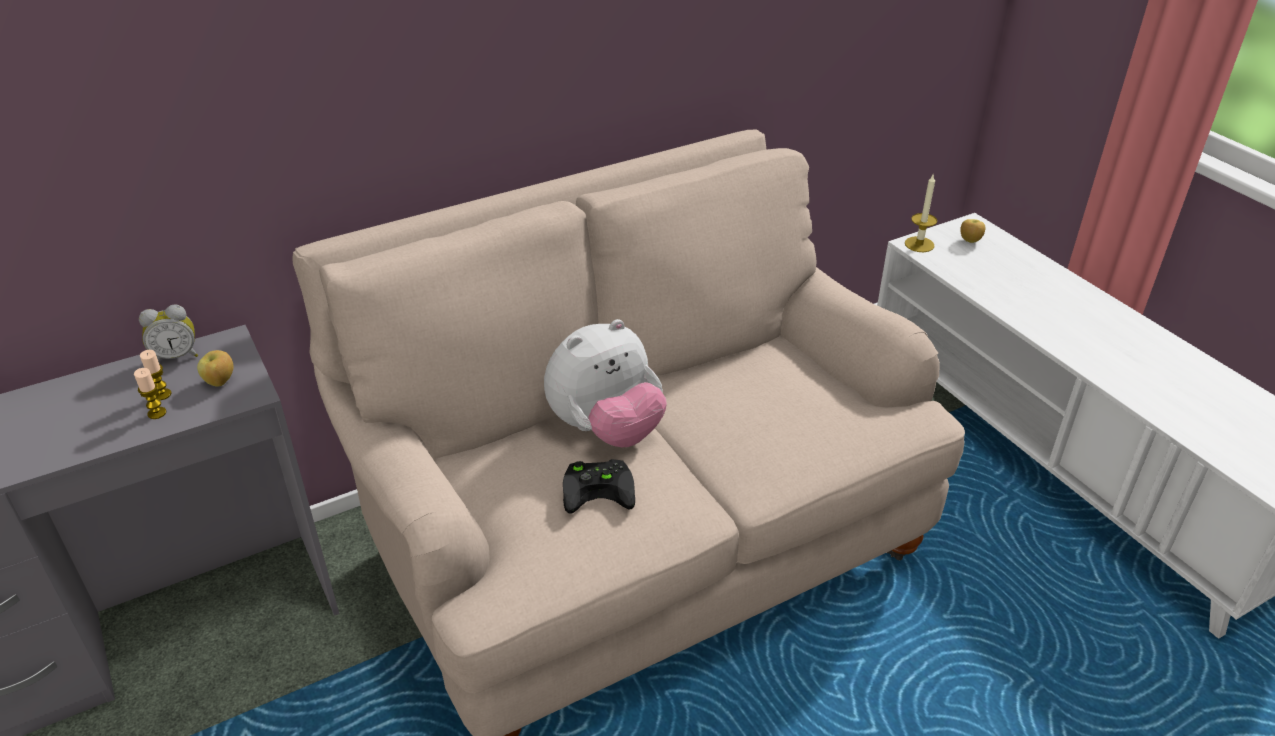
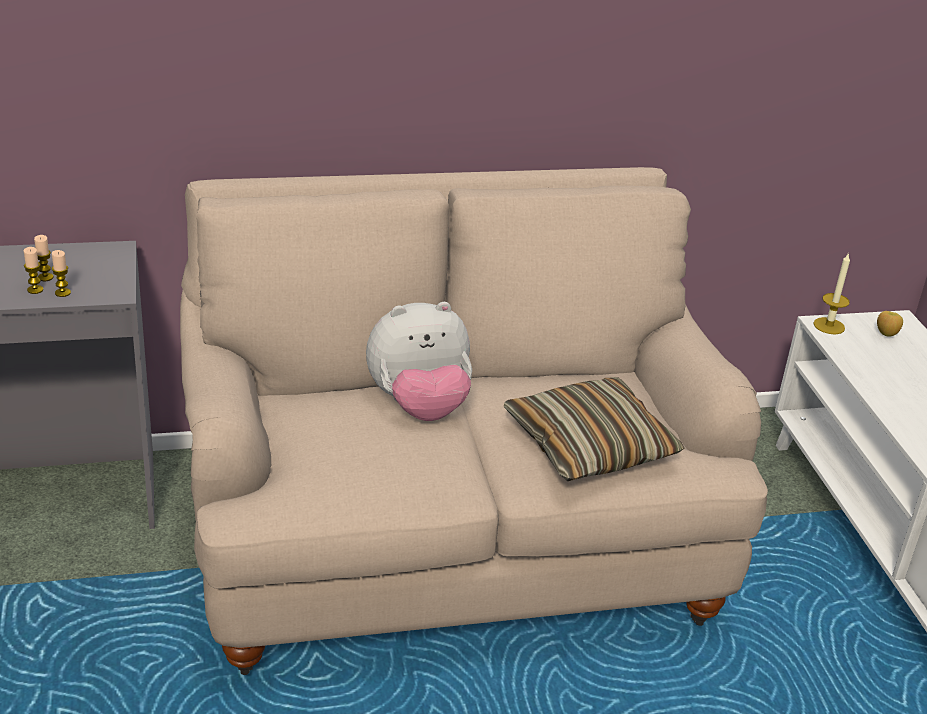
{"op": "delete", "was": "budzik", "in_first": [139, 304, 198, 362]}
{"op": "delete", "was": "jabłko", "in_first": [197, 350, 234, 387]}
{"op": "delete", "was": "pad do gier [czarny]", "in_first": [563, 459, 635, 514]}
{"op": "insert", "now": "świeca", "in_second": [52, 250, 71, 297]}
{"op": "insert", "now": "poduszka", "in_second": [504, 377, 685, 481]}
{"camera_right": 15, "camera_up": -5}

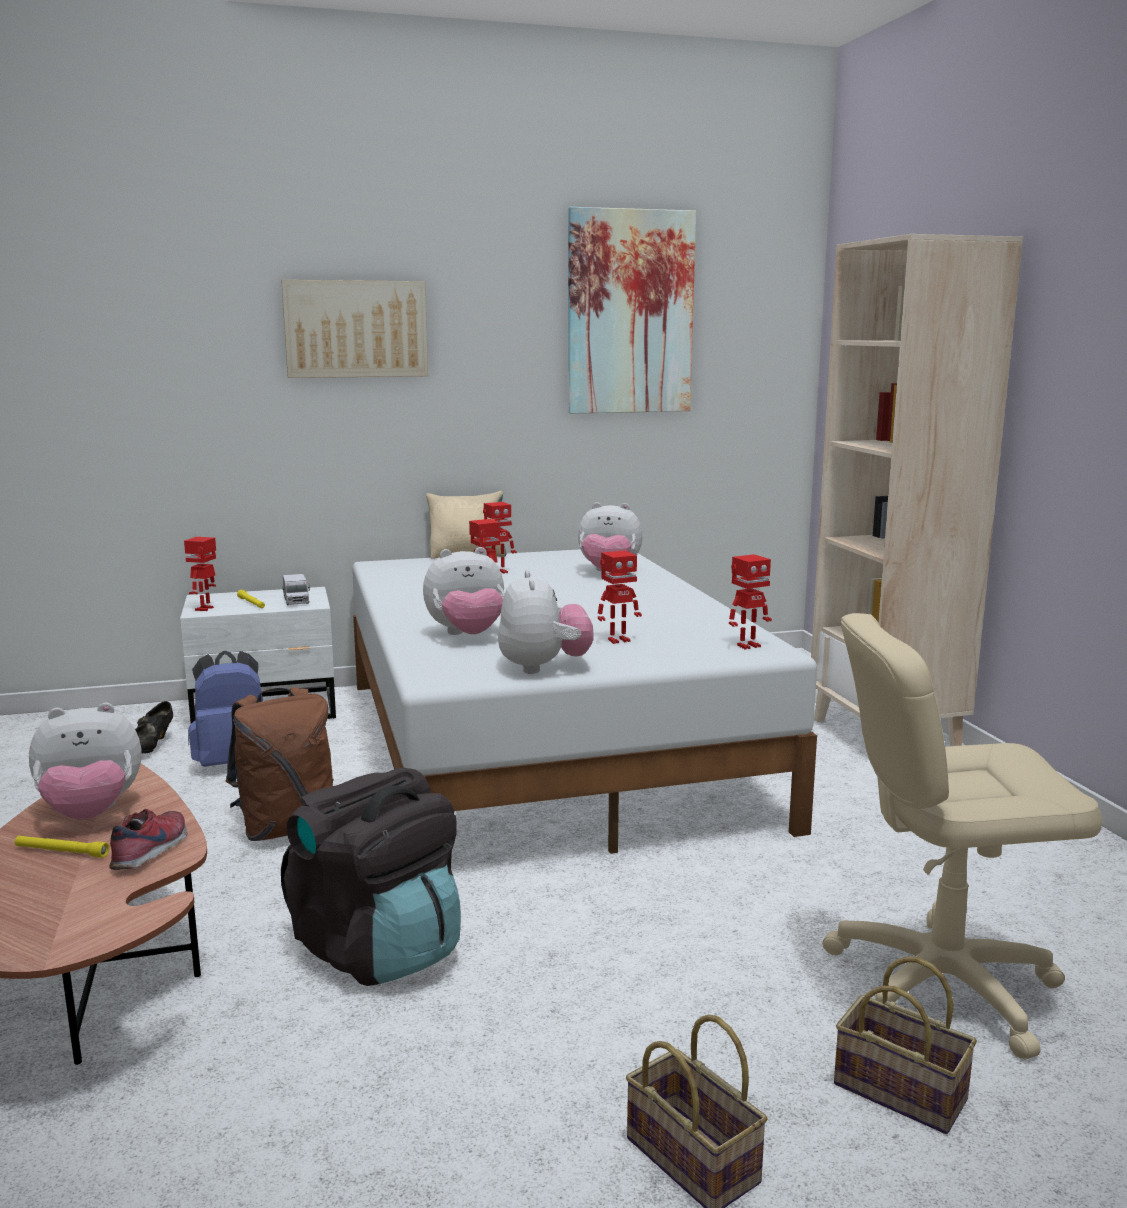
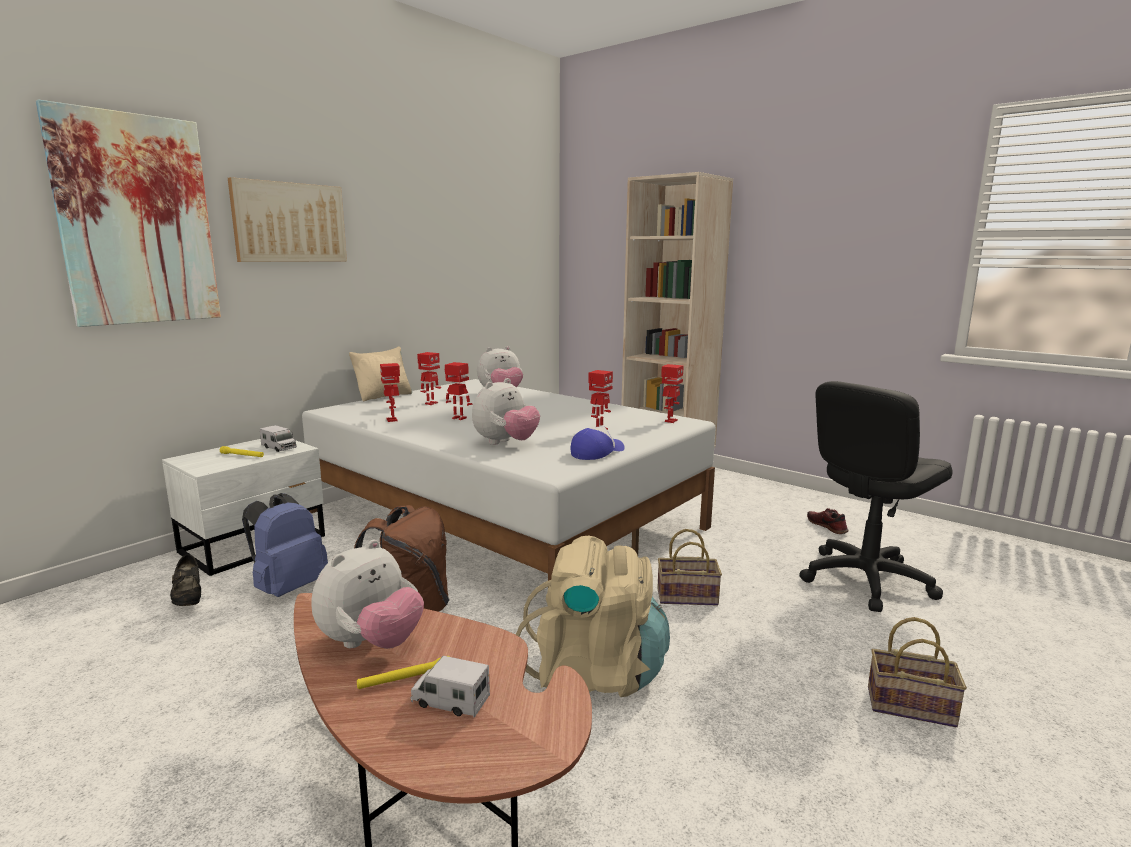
{"op": "insert", "now": "ciężarówka zabawkowa", "in_second": [411, 656, 490, 717]}
{"op": "move", "was": "but", "in_first": [109, 809, 187, 870], "in_second": [807, 508, 849, 534]}
{"op": "move", "was": "robot zabawkowy", "in_first": [184, 537, 216, 611], "in_second": [380, 363, 400, 422]}
{"op": "move", "was": "obraz", "in_first": [568, 207, 696, 414], "in_second": [36, 100, 221, 327]}
{"op": "move", "was": "koszyk", "in_first": [834, 957, 977, 1134], "in_second": [657, 529, 722, 605]}
{"op": "replace", "was": "pluszak", "now": "czapka z daszkiem", "in_first": [498, 570, 594, 674], "in_second": [571, 426, 625, 460]}
{"op": "recolor", "was": "plecak [czarny]", "now": "plecak [beżowy]", "in_first": [281, 768, 461, 986], "in_second": [516, 536, 670, 697]}
{"op": "recolor", "was": "krzesło biurowe [beżowy]", "now": "krzesło biurowe [czarny]", "in_first": [822, 613, 1102, 1059], "in_second": [799, 381, 953, 612]}
{"camera_right": -35, "camera_up": 0}

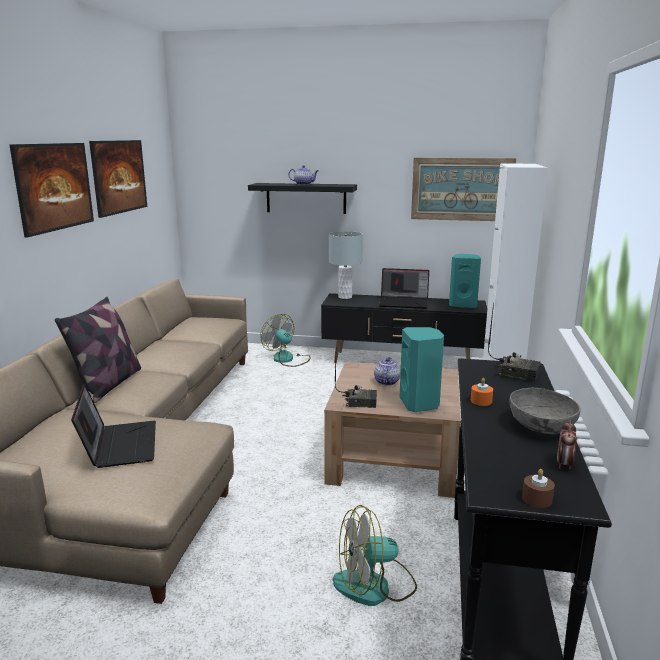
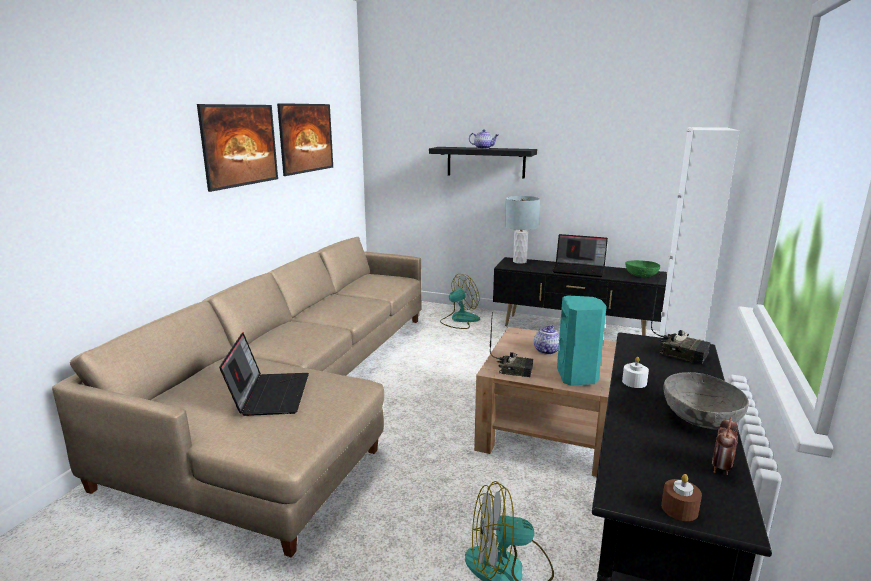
{"op": "delete", "was": "poduszka", "in_first": [55, 296, 141, 403]}
{"op": "delete", "was": "obraz", "in_first": [411, 158, 516, 221]}
{"op": "replace", "was": "głośnik [turkusowy]", "now": "miska [zielony]", "in_first": [449, 254, 481, 308], "in_second": [625, 260, 660, 277]}
{"op": "recolor", "was": "świeca [pomarańczowy]", "now": "świeca [biały]", "in_first": [471, 378, 493, 406], "in_second": [622, 357, 649, 388]}
{"op": "rotate", "was": "wentylator", "in_first": [260, 314, 311, 367], "in_second": [440, 274, 480, 329], "clockwise": 90}
{"camera_right": 10, "camera_up": 0}

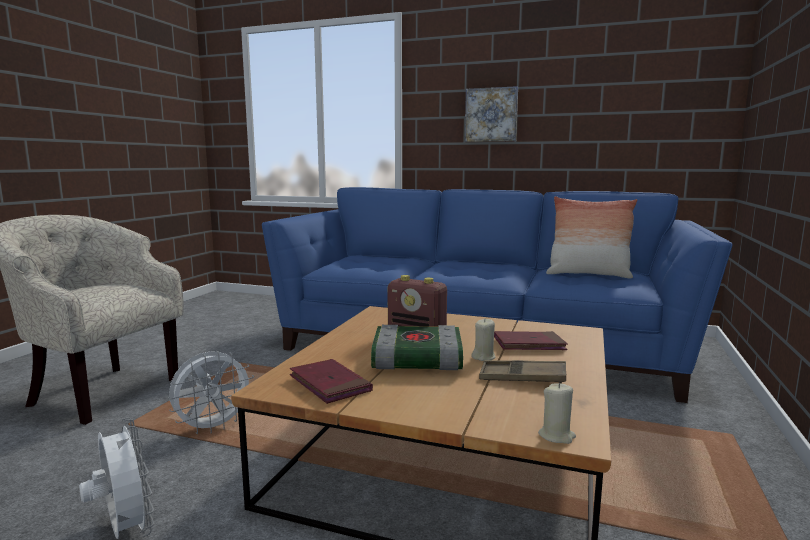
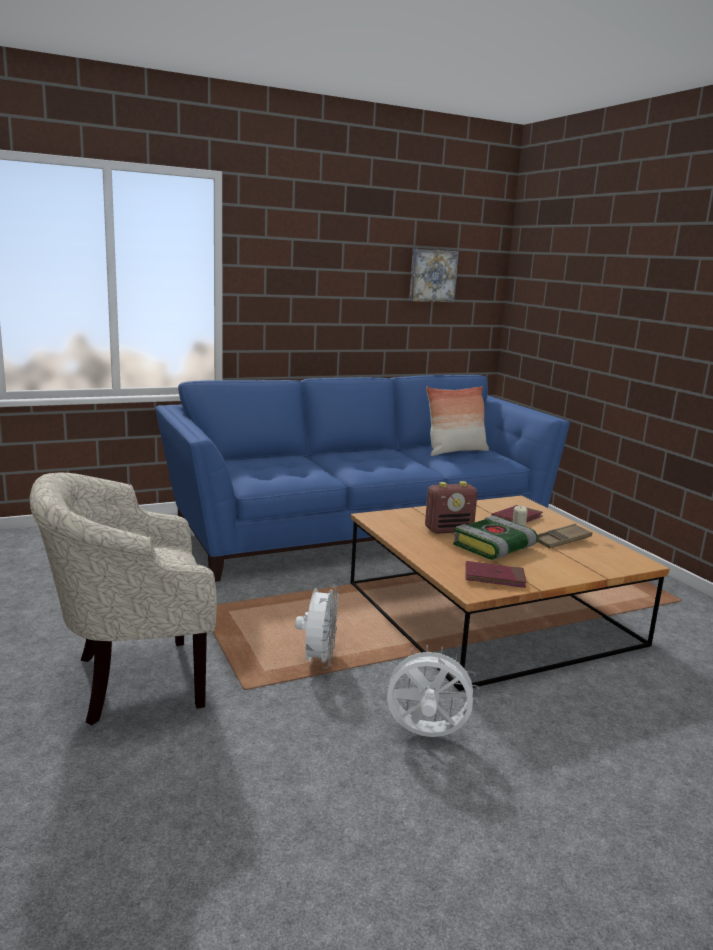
{"op": "delete", "was": "świeca [beżowy]", "in_first": [538, 383, 576, 444]}
{"op": "move", "was": "obraz", "in_first": [465, 86, 518, 142], "in_second": [409, 249, 459, 302]}
{"camera_right": -45, "camera_up": 5}

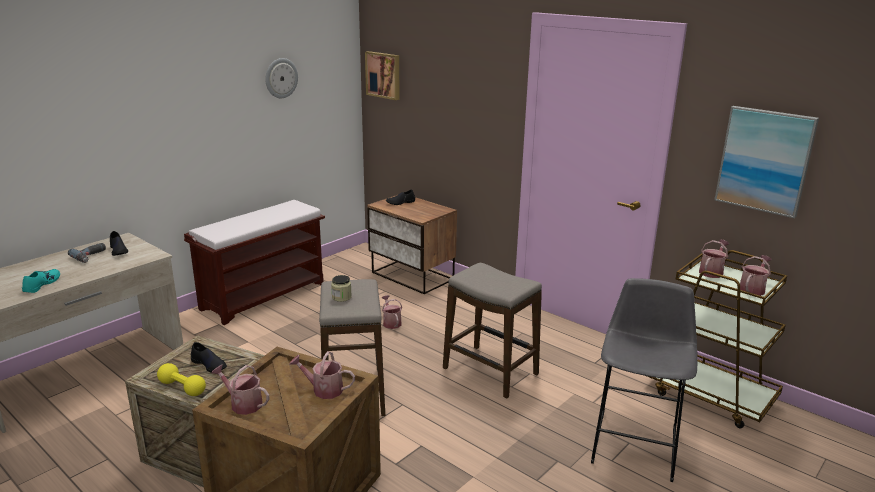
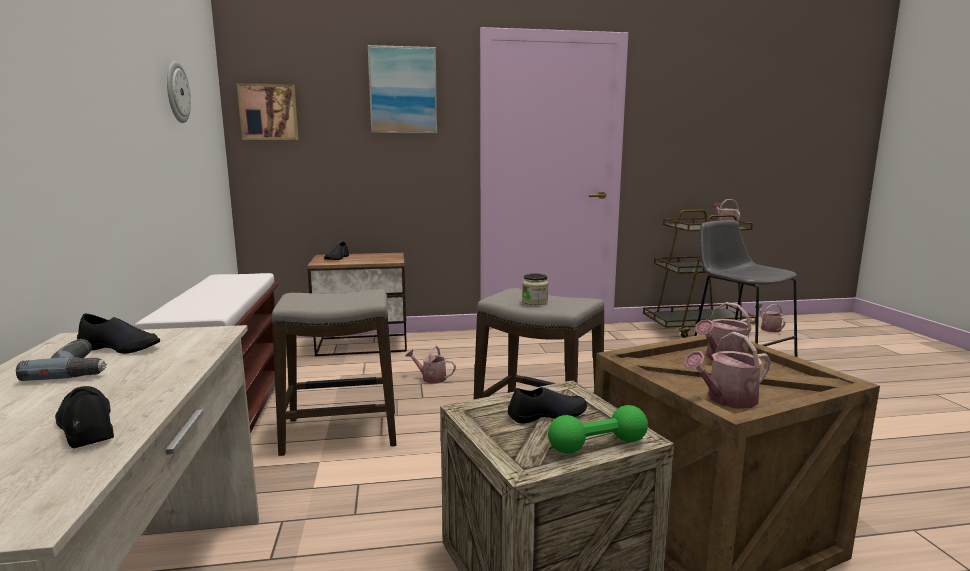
{"op": "move", "was": "stołek", "in_first": [443, 263, 542, 398], "in_second": [272, 289, 396, 456]}
{"op": "move", "was": "konewka", "in_first": [699, 240, 730, 278], "in_second": [755, 304, 786, 332]}
{"op": "move", "was": "obraz", "in_first": [714, 106, 819, 218], "in_second": [368, 45, 437, 133]}
{"op": "recolor", "was": "but [turkusowy]", "now": "but [czarny]", "in_first": [22, 269, 60, 293], "in_second": [55, 386, 114, 448]}
{"op": "recolor", "was": "hantel [żółty]", "now": "hantel [zielony]", "in_first": [157, 363, 206, 396], "in_second": [548, 405, 648, 454]}
{"camera_right": -50, "camera_up": -10}

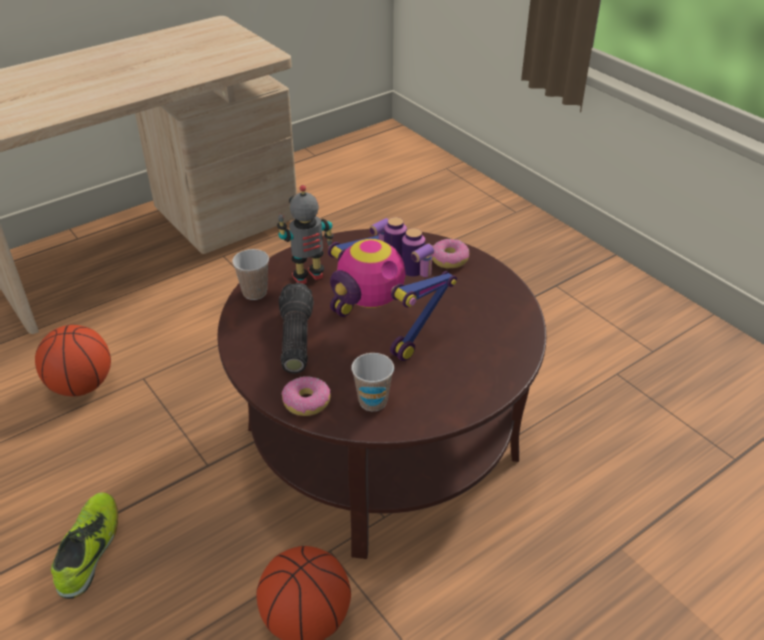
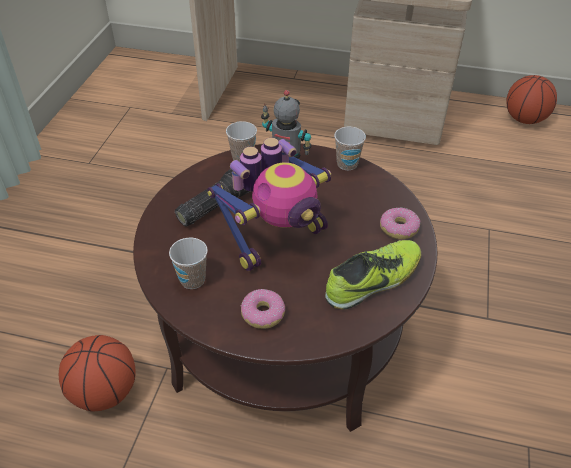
{"op": "insert", "now": "filiżanka", "in_second": [334, 127, 366, 171]}
{"op": "move", "was": "piłka do koszykówki", "in_first": [35, 325, 111, 396], "in_second": [506, 75, 557, 124]}
{"op": "move", "was": "but", "in_first": [51, 492, 118, 599], "in_second": [325, 240, 421, 310]}
{"op": "move", "was": "donut", "in_first": [281, 376, 331, 416], "in_second": [241, 289, 285, 329]}
{"op": "rotate", "was": "robot zabawkowy", "in_first": [328, 217, 457, 361], "in_second": [207, 138, 331, 271], "clockwise": -135}
{"camera_right": 50, "camera_up": 5}

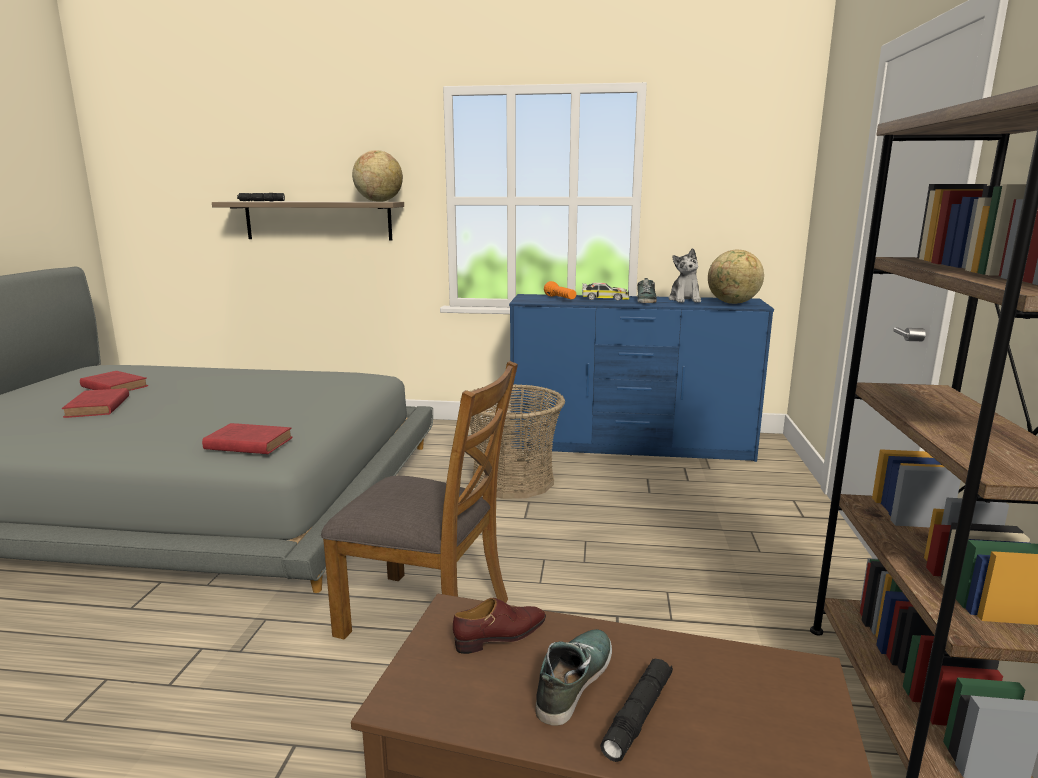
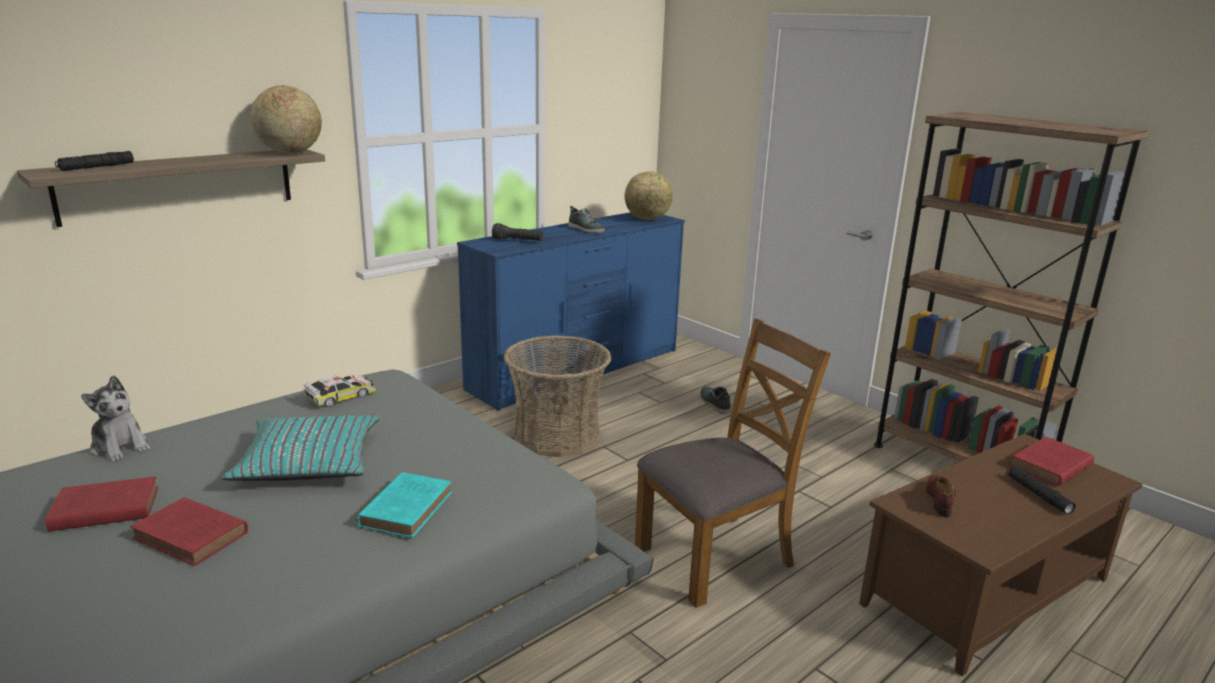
{"op": "insert", "now": "poduszka [turkusowy]", "in_second": [221, 415, 380, 481]}
{"op": "insert", "now": "książka [turkusowy]", "in_second": [356, 472, 452, 538]}
{"op": "move", "was": "książka [czerwony]", "in_first": [202, 423, 293, 454], "in_second": [1009, 437, 1094, 486]}
{"op": "move", "was": "but", "in_first": [535, 629, 612, 726], "in_second": [700, 387, 730, 414]}
{"op": "move", "was": "samochodzik", "in_first": [582, 283, 629, 300], "in_second": [303, 375, 376, 407]}
{"op": "move", "was": "pluszak", "in_first": [668, 248, 701, 303], "in_second": [81, 375, 150, 462]}
{"op": "recolor", "was": "latarka [pomarańczowy]", "now": "latarka [czarny]", "in_first": [544, 281, 576, 299], "in_second": [492, 223, 543, 241]}
{"camera_right": -50, "camera_up": 5}

